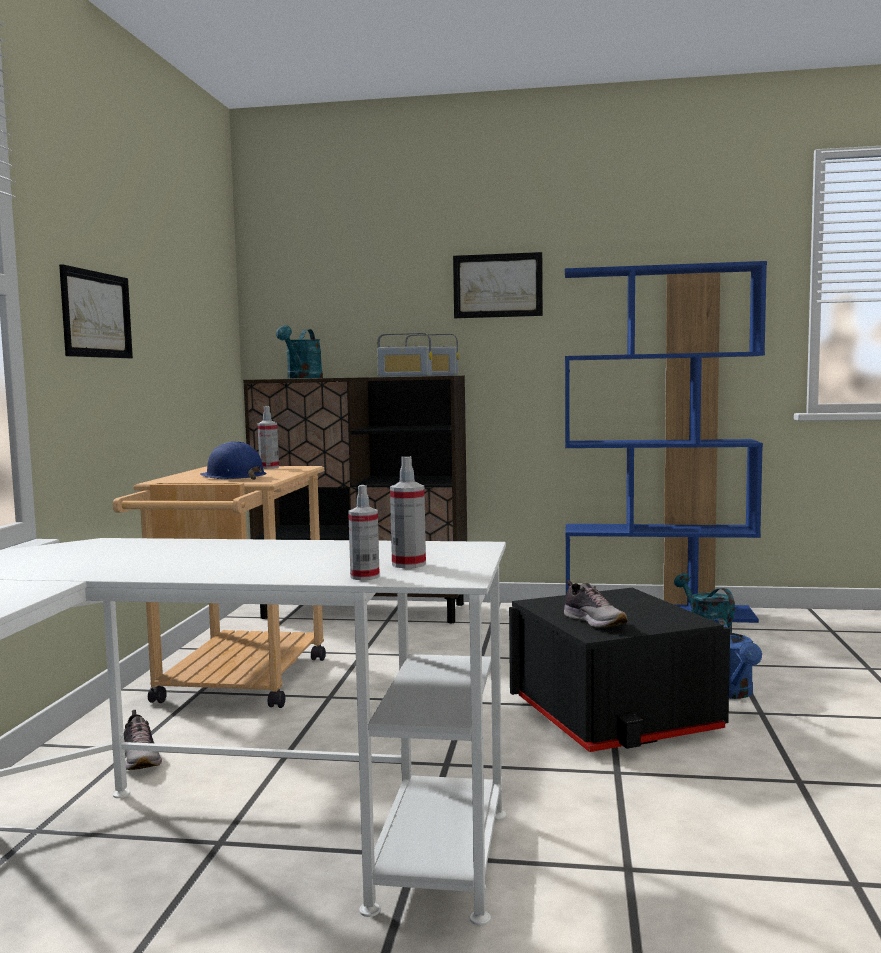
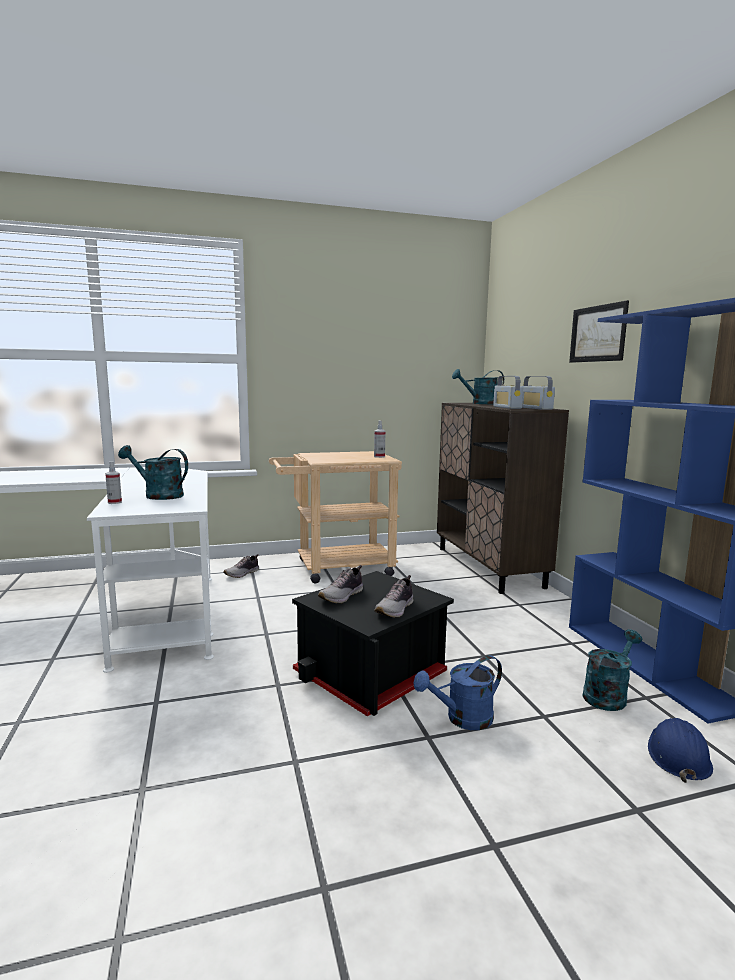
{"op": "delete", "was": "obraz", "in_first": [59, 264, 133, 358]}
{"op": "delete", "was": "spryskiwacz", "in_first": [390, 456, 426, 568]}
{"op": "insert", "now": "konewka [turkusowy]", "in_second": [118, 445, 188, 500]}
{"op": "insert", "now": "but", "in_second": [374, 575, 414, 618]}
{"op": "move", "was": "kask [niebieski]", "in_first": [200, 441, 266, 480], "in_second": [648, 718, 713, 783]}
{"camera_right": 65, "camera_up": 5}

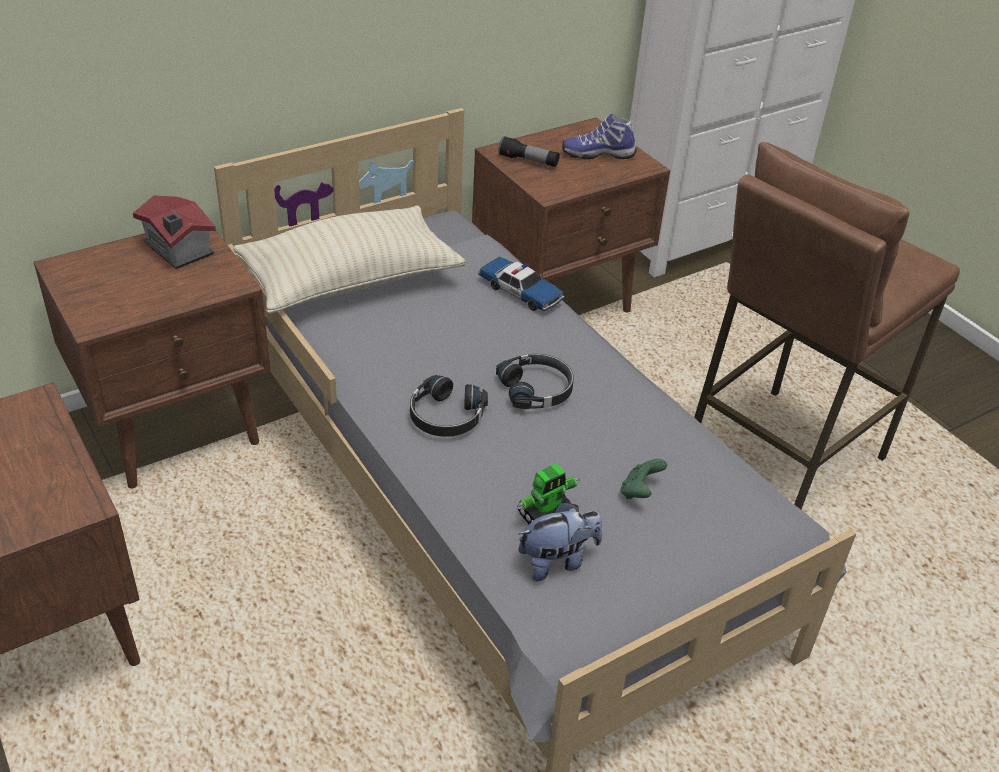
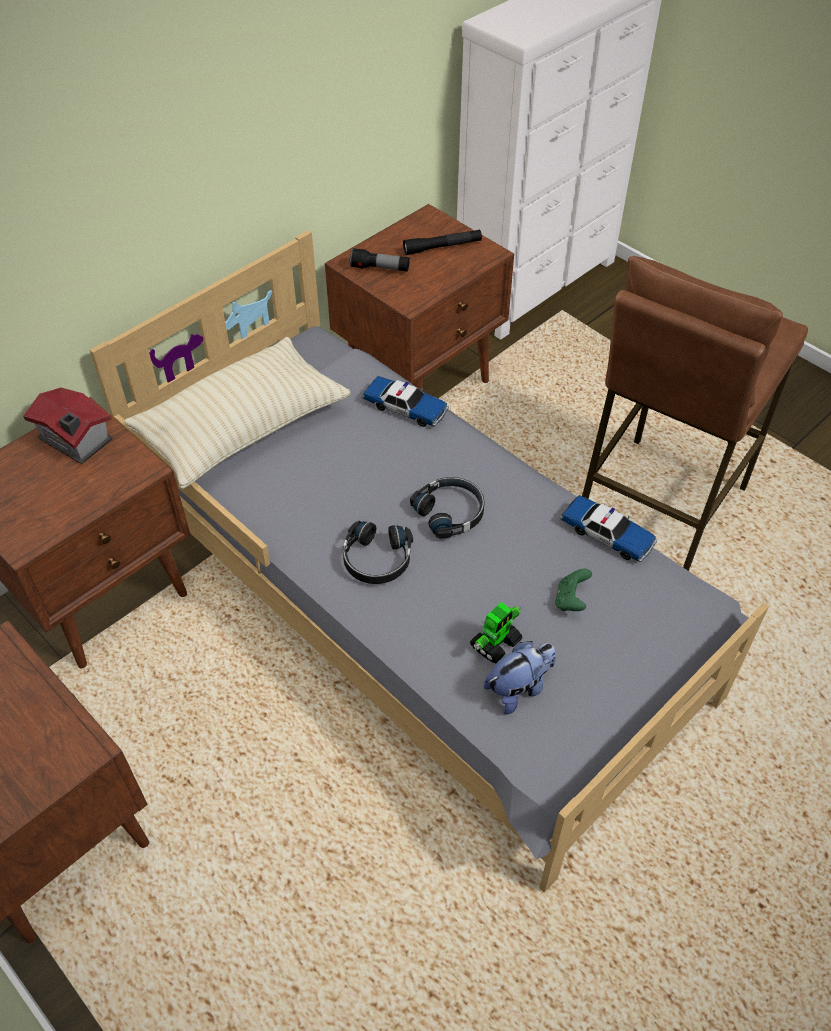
{"op": "insert", "now": "samochodzik", "in_second": [560, 495, 657, 562]}
{"op": "replace", "was": "but", "now": "latarka [czarny]", "in_first": [562, 114, 636, 160], "in_second": [403, 229, 482, 255]}
{"camera_right": -10, "camera_up": 10}

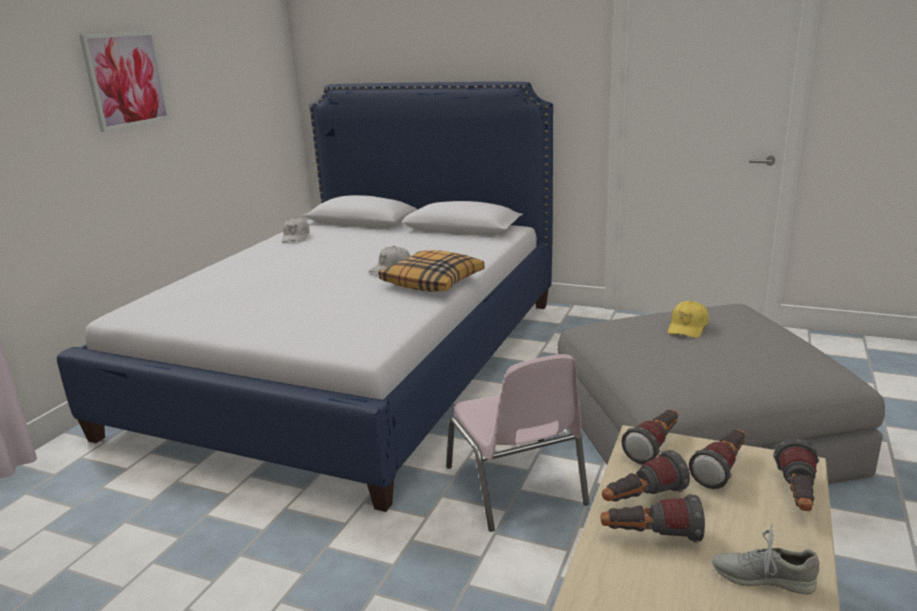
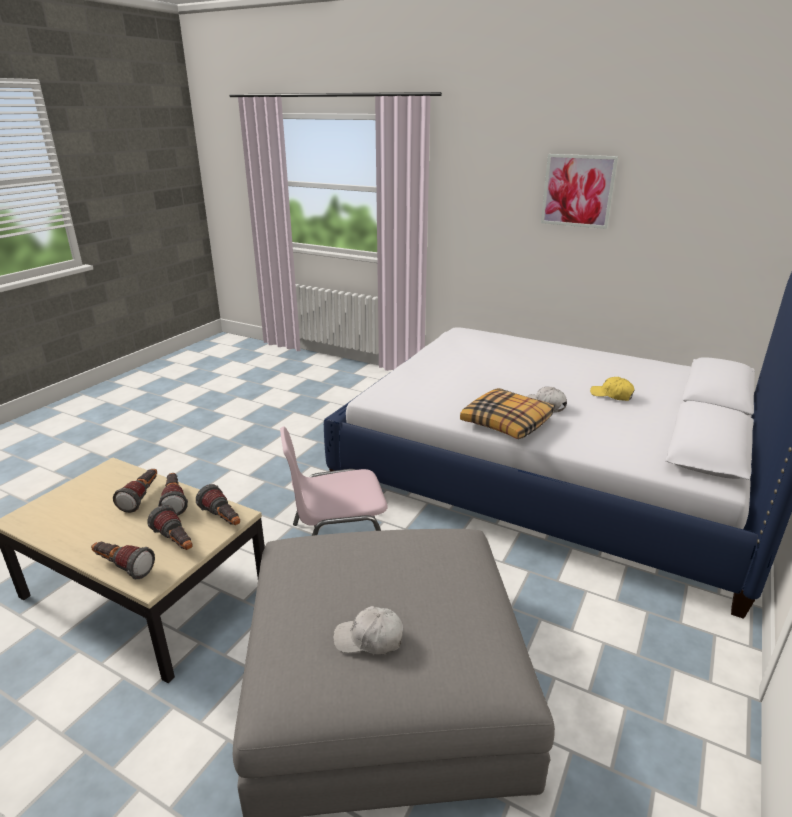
{"op": "delete", "was": "but [szary]", "in_first": [712, 525, 820, 594]}
{"op": "move", "was": "czapka z daszkiem [biały]", "in_first": [282, 217, 310, 242], "in_second": [333, 606, 403, 655]}
{"op": "move", "was": "czapka z daszkiem [żółty]", "in_first": [668, 301, 708, 338], "in_second": [590, 377, 634, 401]}
{"camera_right": 95, "camera_up": 5}

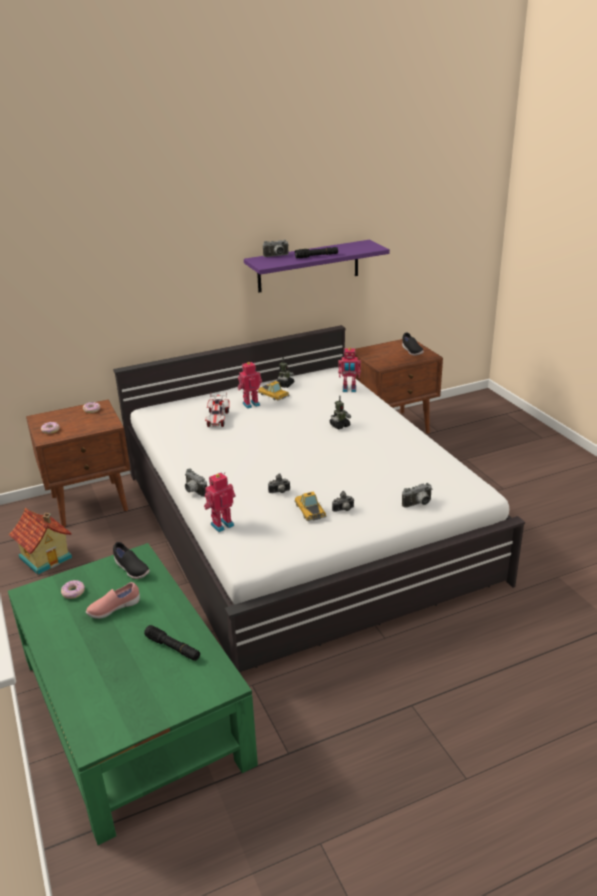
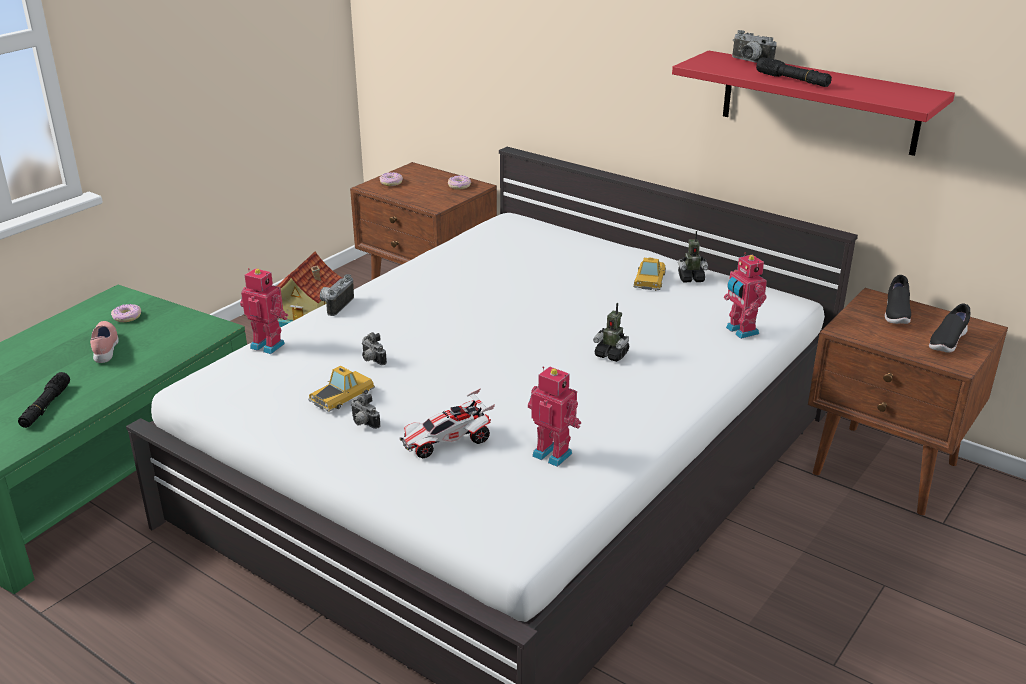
{"op": "delete", "was": "aparat fotograficzny", "in_first": [402, 483, 432, 508]}
{"op": "move", "was": "but [czarny]", "in_first": [113, 542, 150, 579], "in_second": [885, 275, 911, 324]}
{"op": "move", "was": "samochodzik", "in_first": [205, 392, 230, 427], "in_second": [400, 389, 495, 458]}
{"op": "move", "was": "robot zabawkowy", "in_first": [238, 362, 262, 409], "in_second": [528, 367, 581, 467]}
{"op": "recolor", "was": "półka [fioletowy]", "now": "półka [czerwony]", "in_first": [244, 240, 390, 292], "in_second": [672, 50, 955, 156]}
{"op": "rotate", "was": "but [różowy]", "in_first": [86, 582, 140, 619], "in_second": [90, 321, 119, 363], "clockwise": 45}
{"camera_right": 60, "camera_up": 0}

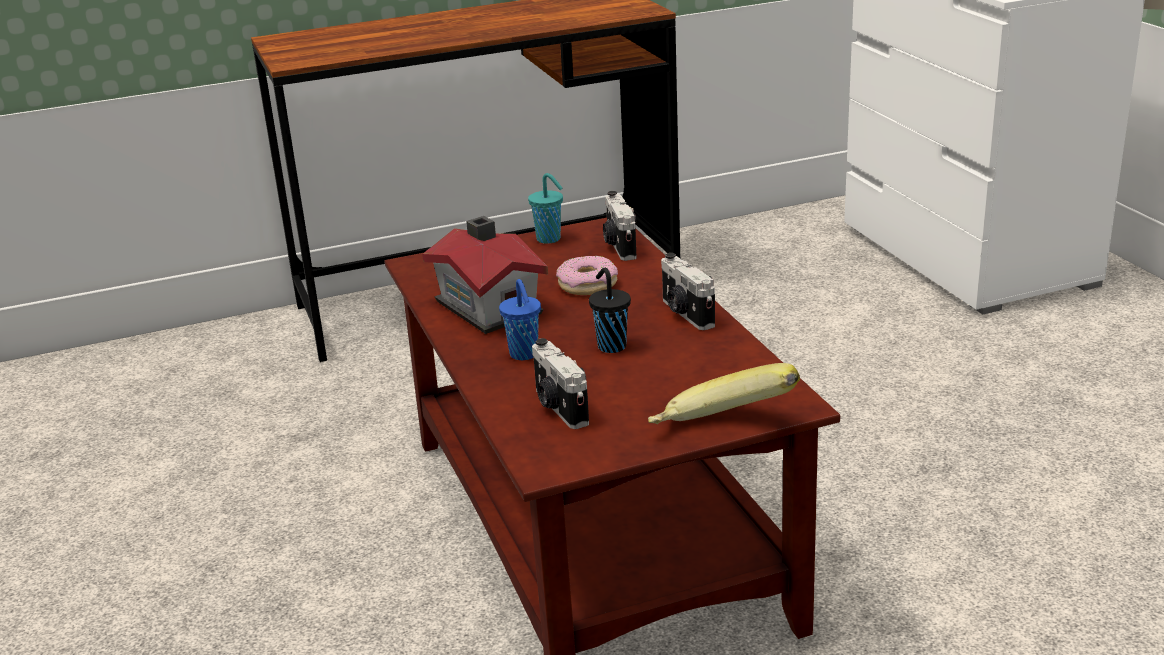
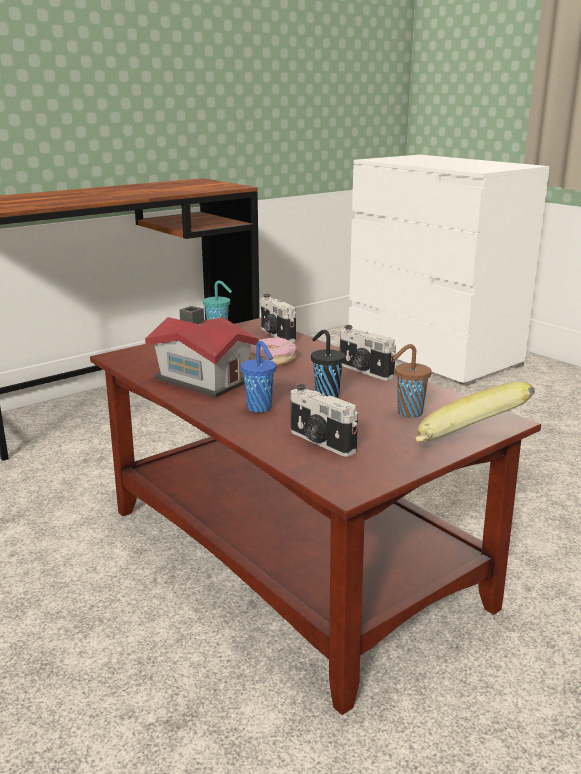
{"op": "insert", "now": "filiżanka [brązowy]", "in_second": [393, 344, 431, 418]}
{"camera_right": -20, "camera_up": -5}

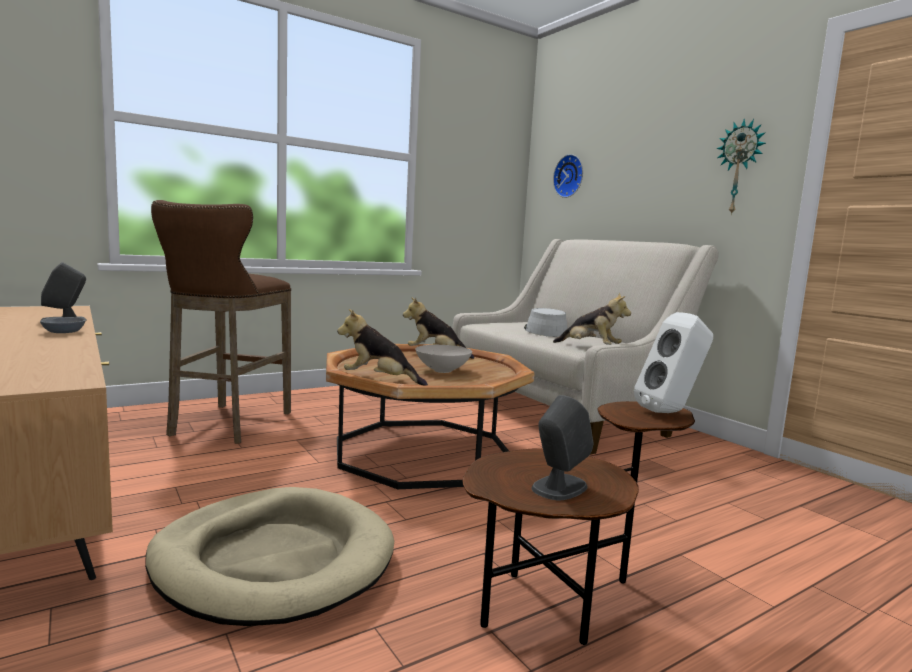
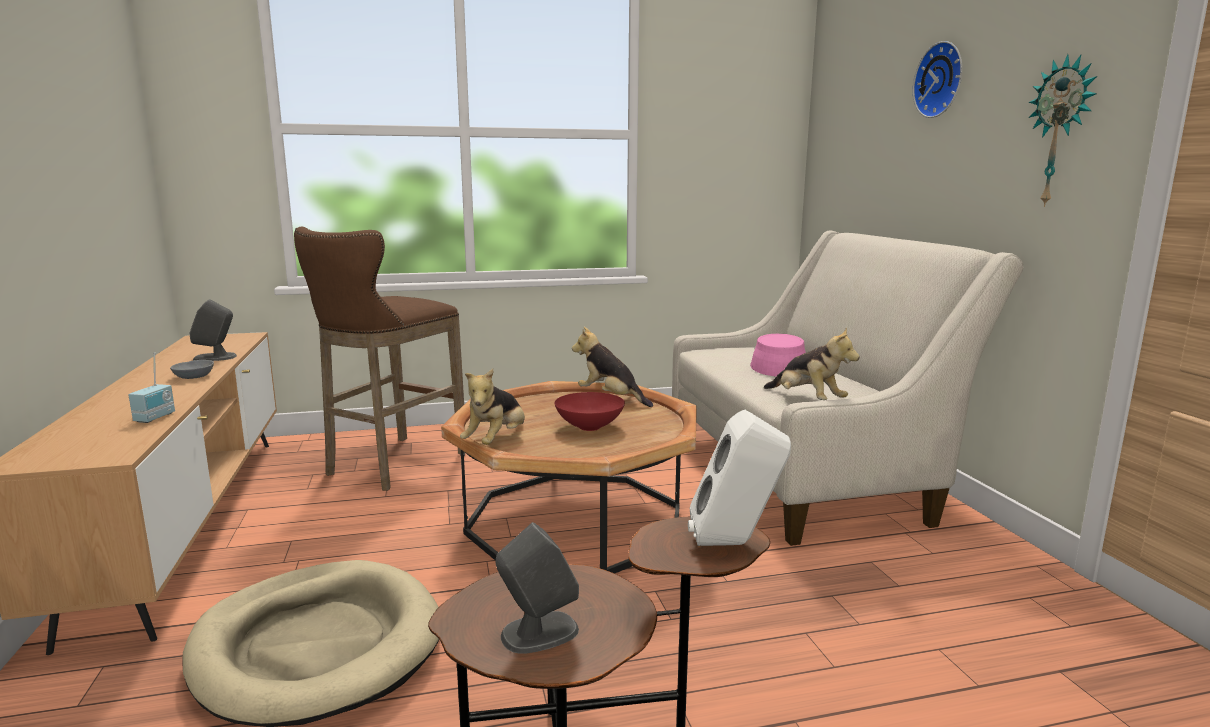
{"op": "insert", "now": "radio", "in_second": [128, 353, 175, 423]}
{"op": "move", "was": "zegar ścienny", "in_first": [553, 154, 583, 198], "in_second": [913, 41, 962, 118]}
{"op": "recolor", "was": "miska [biały]", "now": "miska [czerwony]", "in_first": [416, 345, 472, 373], "in_second": [555, 392, 625, 431]}
{"op": "recolor", "was": "kapelusz [szary]", "now": "kapelusz [różowy]", "in_first": [524, 308, 568, 337], "in_second": [750, 334, 806, 376]}
{"op": "rotate", "was": "pluszak", "in_first": [337, 309, 428, 386], "in_second": [460, 369, 525, 445], "clockwise": -105}
{"camera_right": 20, "camera_up": 5}

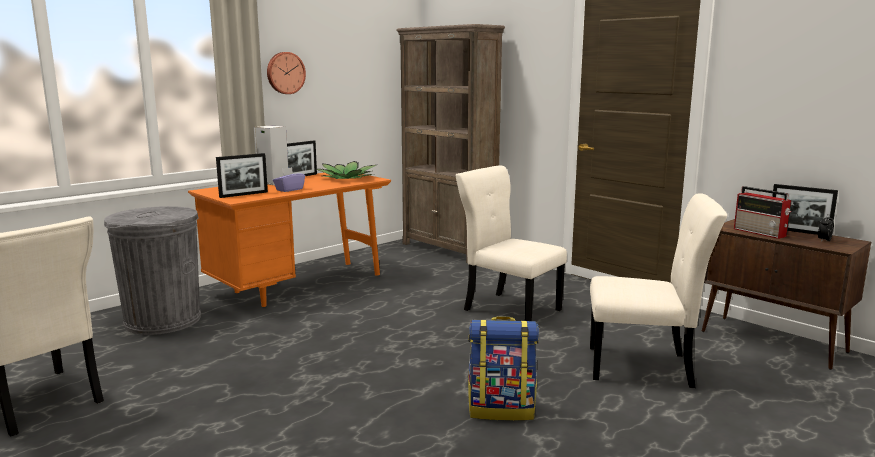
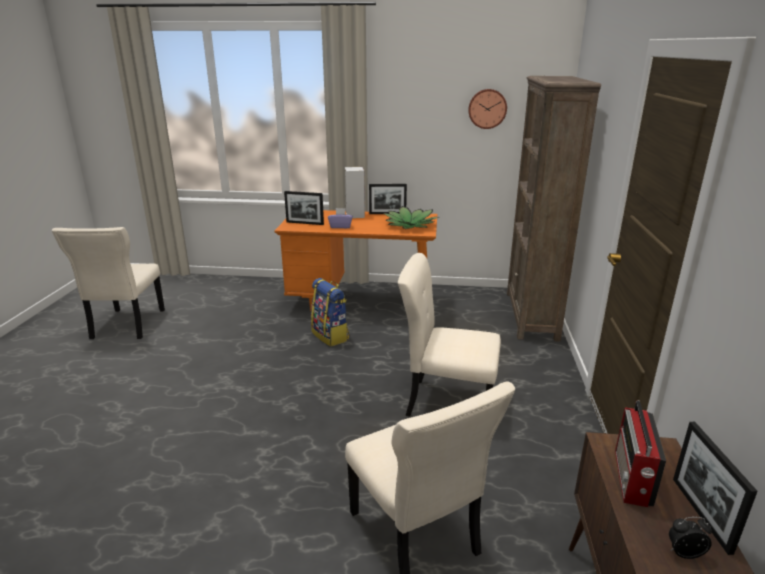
{"op": "delete", "was": "kosz na śmieci [szary]", "in_first": [104, 206, 201, 335]}
{"op": "move", "was": "zegar ścienny", "in_first": [267, 52, 306, 94], "in_second": [468, 89, 507, 129]}
{"op": "move", "was": "plecak", "in_first": [468, 316, 539, 421], "in_second": [311, 278, 350, 346]}
{"op": "rotate", "was": "krzesło [beżowy]", "in_first": [456, 166, 567, 321], "in_second": [398, 253, 501, 416], "clockwise": -75}
{"camera_right": 50, "camera_up": 10}

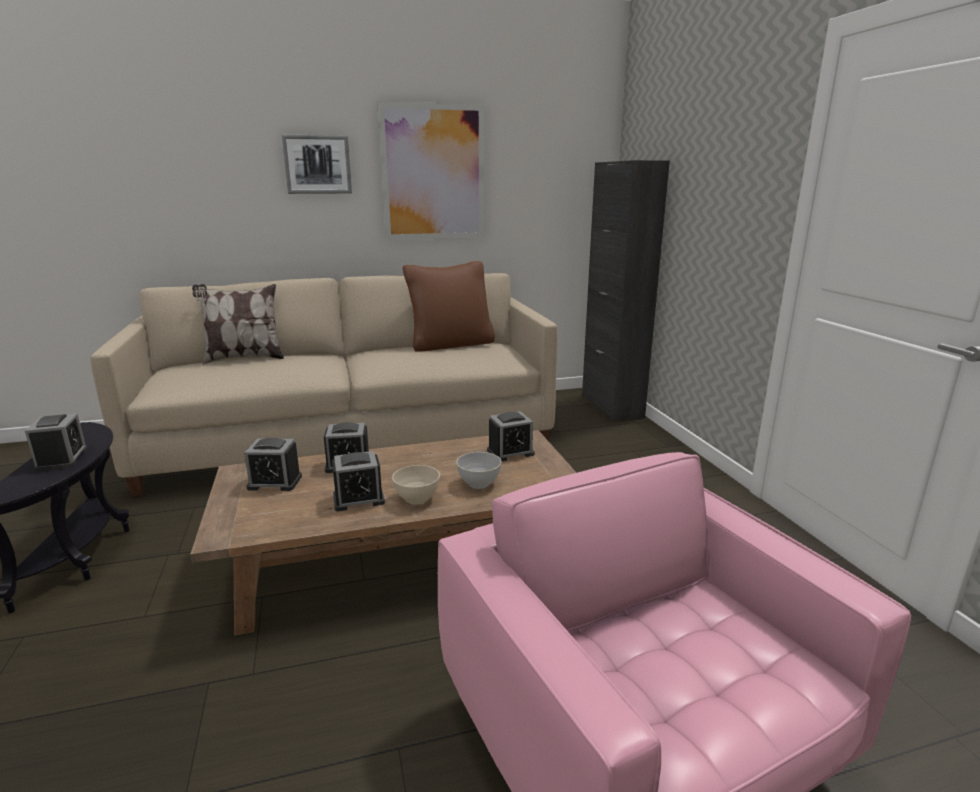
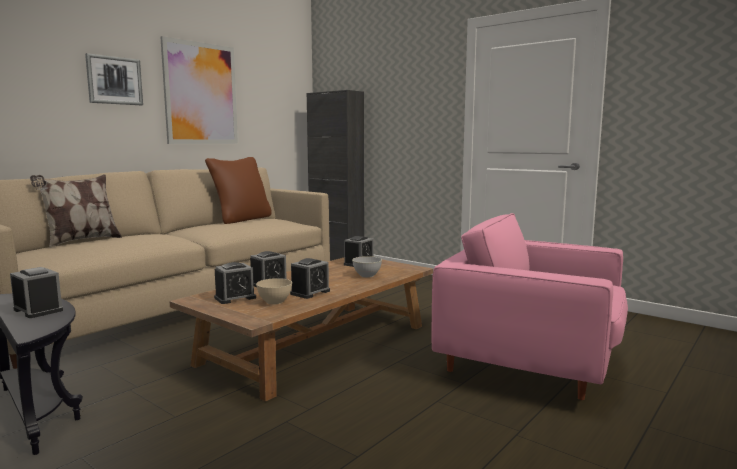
{"op": "move", "was": "miska [beżowy]", "in_first": [392, 465, 440, 504], "in_second": [256, 278, 292, 305]}
{"camera_right": -35, "camera_up": -10}

